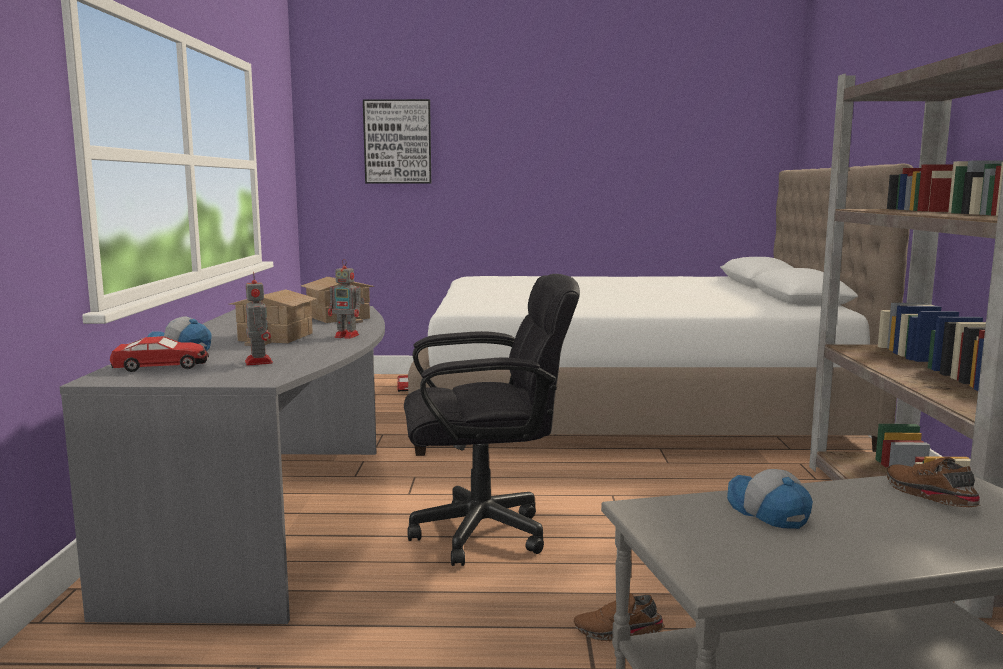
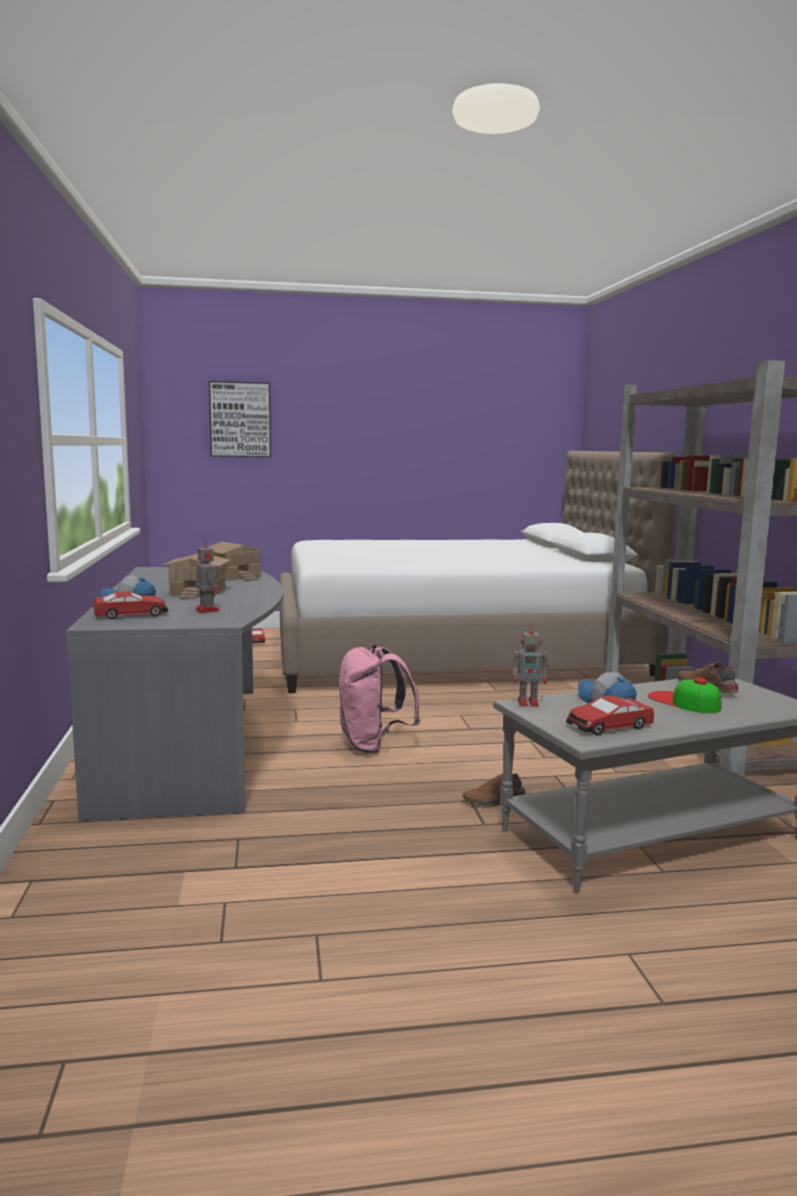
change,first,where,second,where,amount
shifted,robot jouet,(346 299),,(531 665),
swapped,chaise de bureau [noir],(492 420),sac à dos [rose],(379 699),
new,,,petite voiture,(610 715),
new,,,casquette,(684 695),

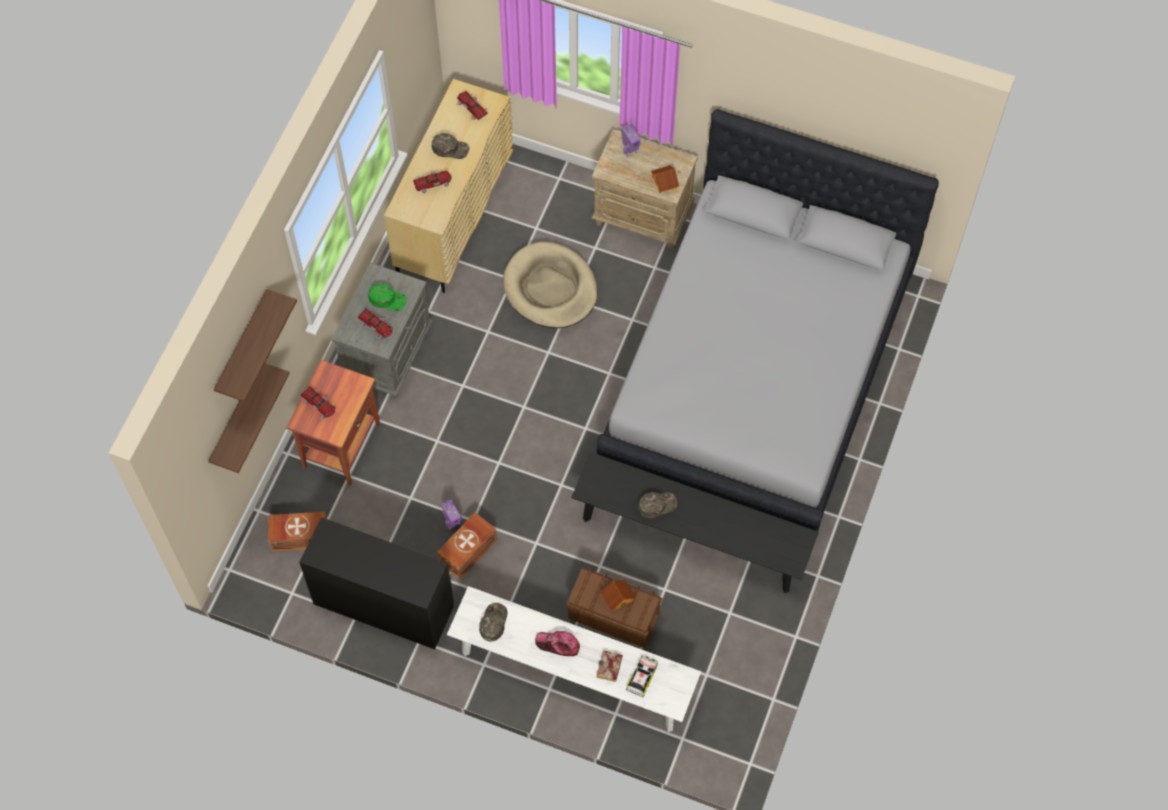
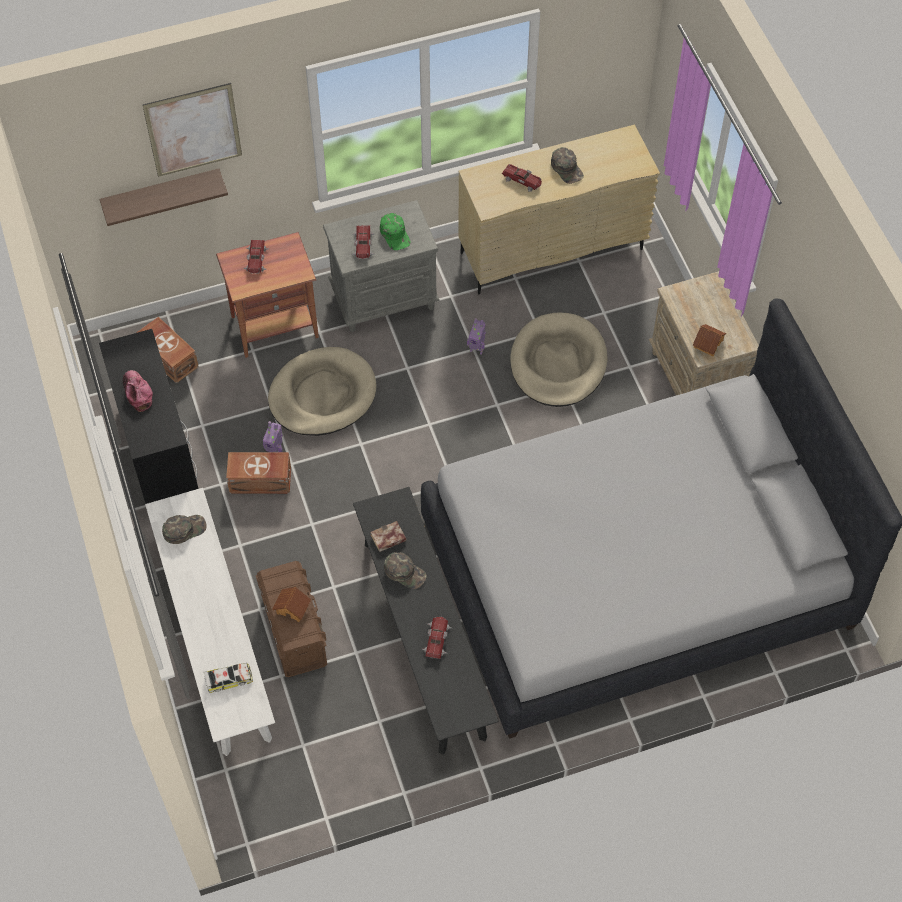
change,first,where,second,where,amount
swapped,étagère,(255 345),tableau,(192 130),
shifted,petite voiture,(472 105),,(437 638),
shifted,casquette,(557 643),,(138 391),
shifted,livre,(610 666),,(388 536),
shifted,robot jouet,(630 139),,(476 336),
new,,,panier pour chien [beige],(322 391),

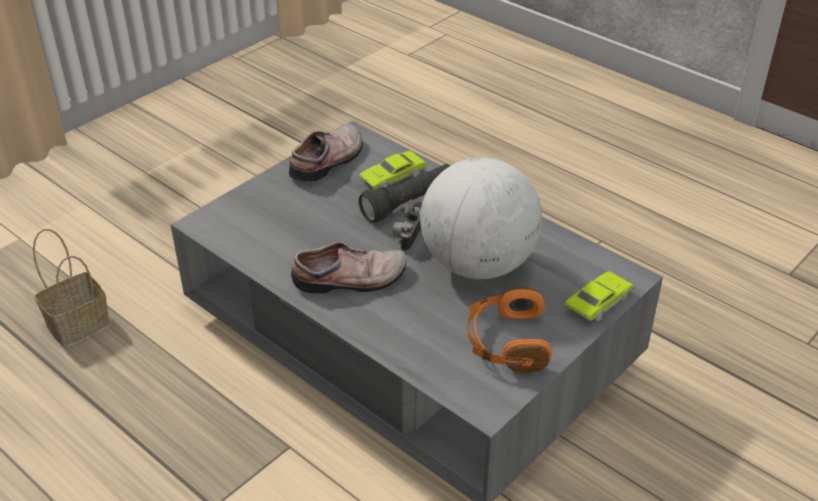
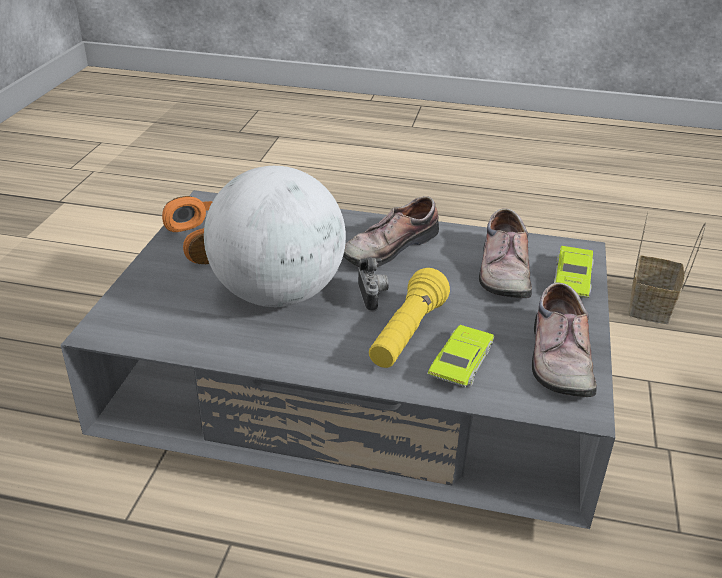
change,first,where,second,where,amount
repainted,lampe de poche [noir],(404 193),lampe de poche [jaune],(409 318),
shifted,petite voiture [vert],(599 296),,(574 272),
new,,,chaussure,(505 253),

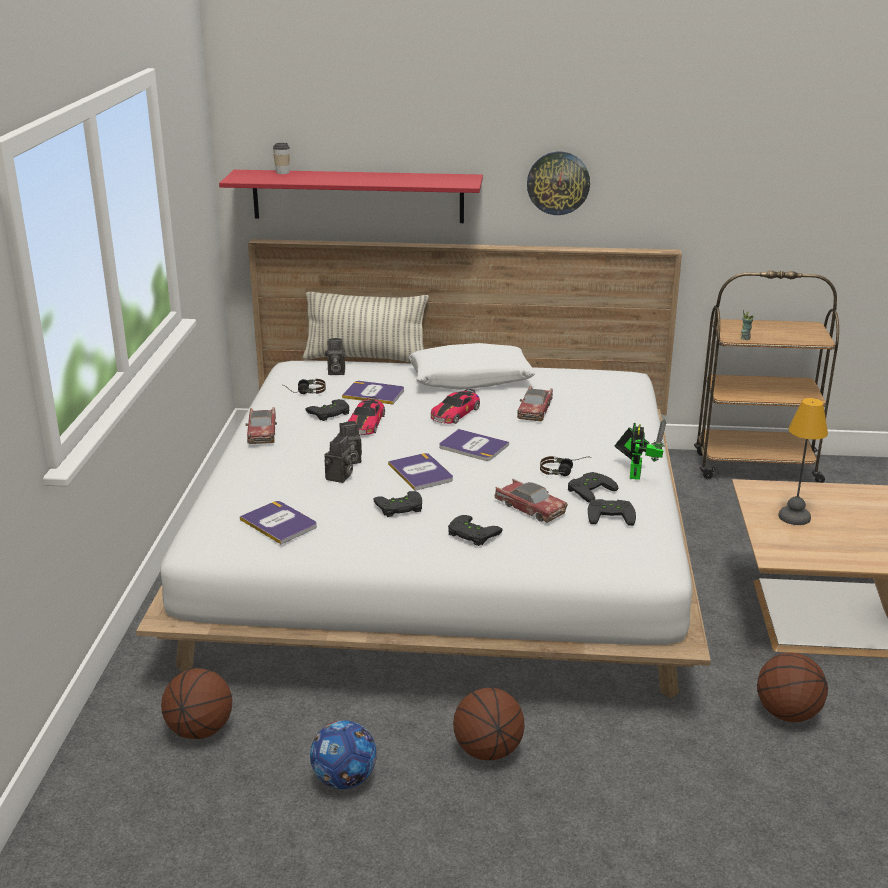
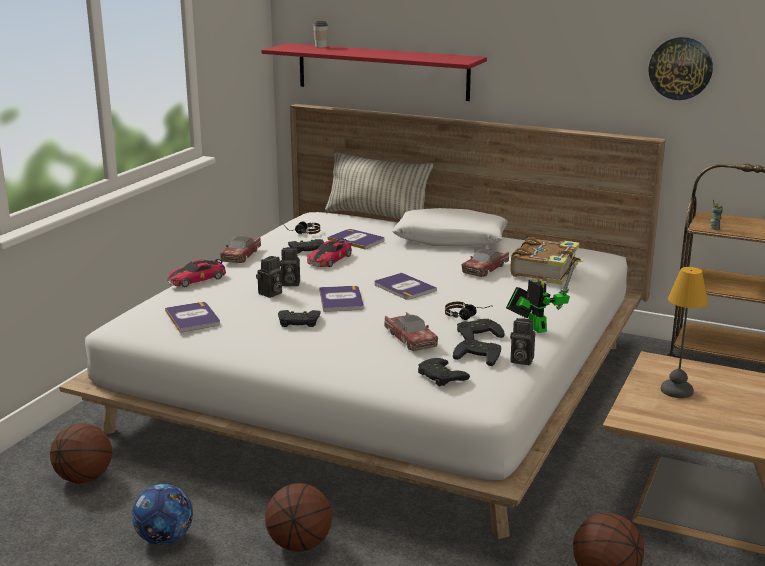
change,first,where,second,where,amount
shifted,appareil photo,(335 356),,(522 341),
shifted,petite voiture,(455 406),,(196 273),
shifted,manette [noir],(475 530),,(444 372),
shifted,horloge murale,(558 183),,(681 68),
rotated,robot jouet,(640 449),,(540 299),60 degrees counterclockwise
new,,,livre,(546 261),

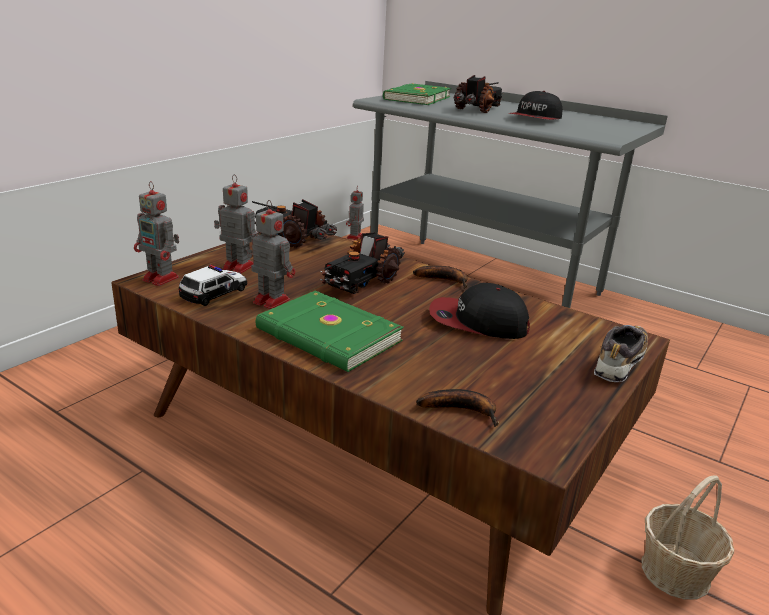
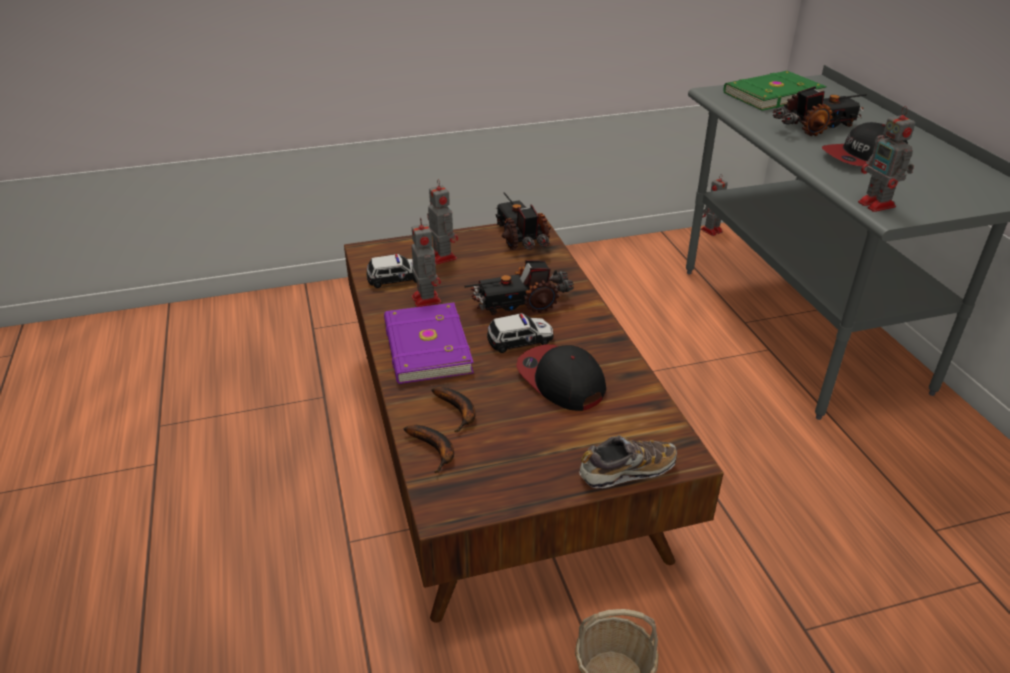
change,first,where,second,where,amount
shifted,robot jouet,(156 233),,(886 159),
repainted,livre [vert],(330 331),livre [violet],(429 343),
shifted,banane,(440 277),,(454 409),
new,,,petite voiture,(520 333),

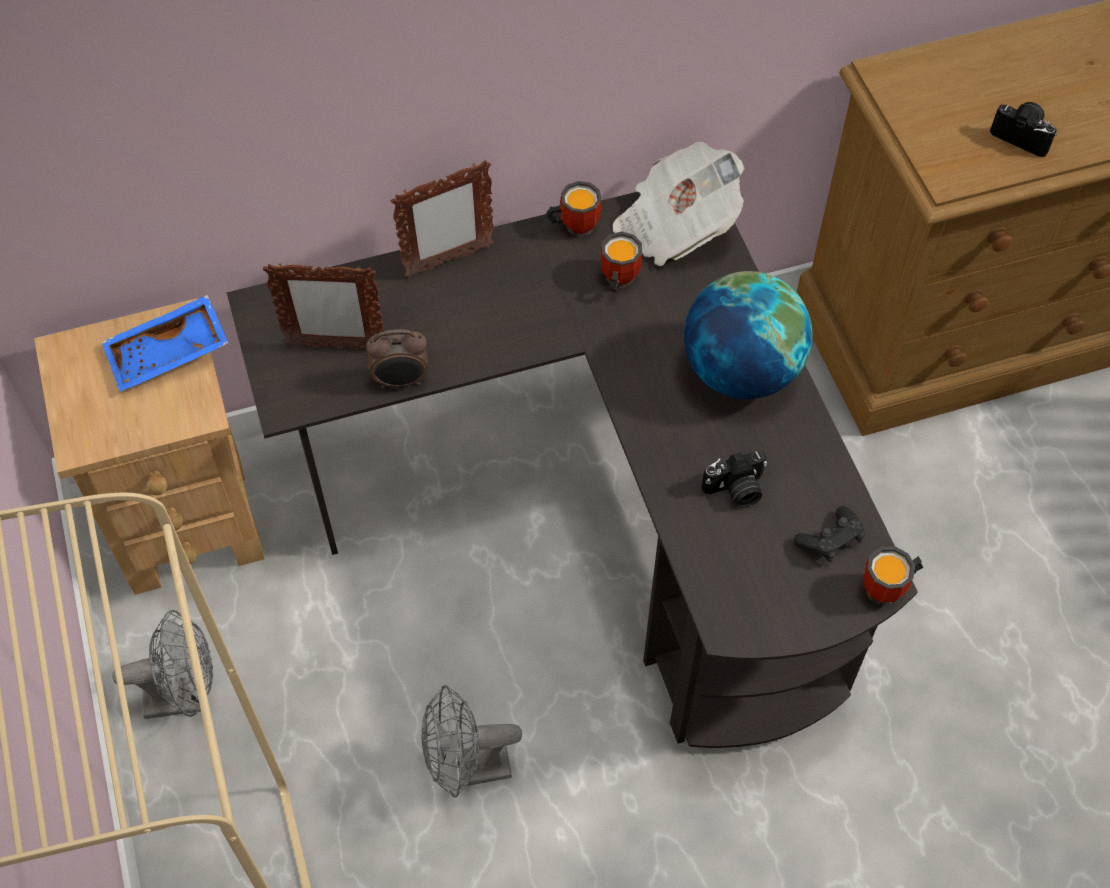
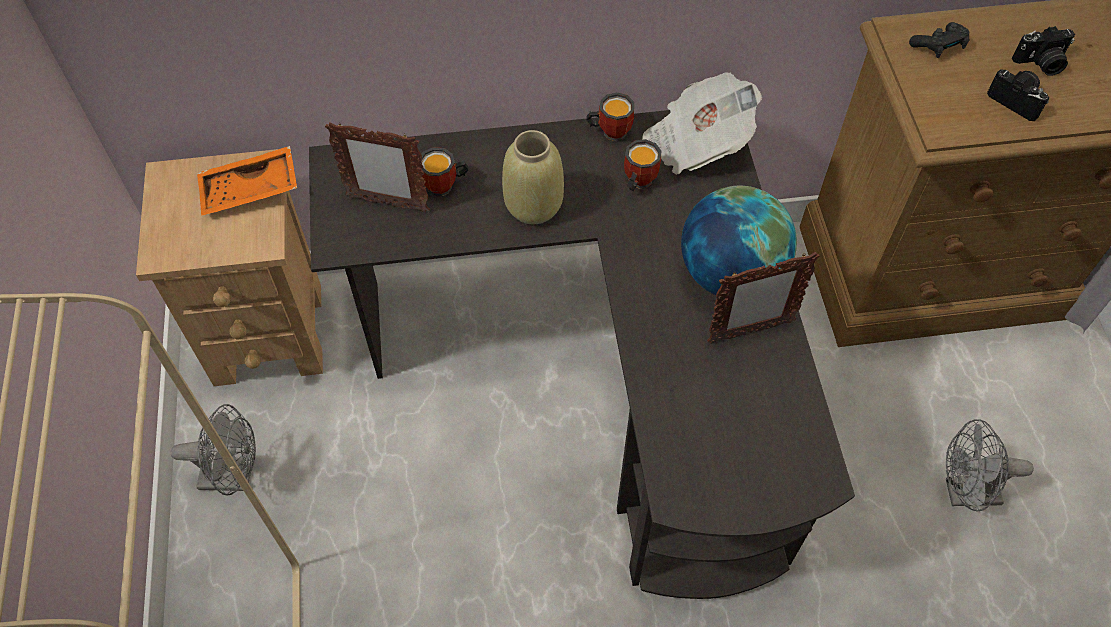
change,first,where,second,where,amount
repainted,plateau [bleu],(165 343),plateau [orange],(247 181),
gone,réveil,(397 359),,,
shifted,cadre photo,(442 219),,(763 298),
shifted,ventilateur [gris],(472 741),,(990 465),
shifted,appareil photo,(734 479),,(1043 51),
shifted,manette [noir],(829 534),,(939 40),
shifted,mug,(893 575),,(445 171),
new,,,vase [beige],(533 177),

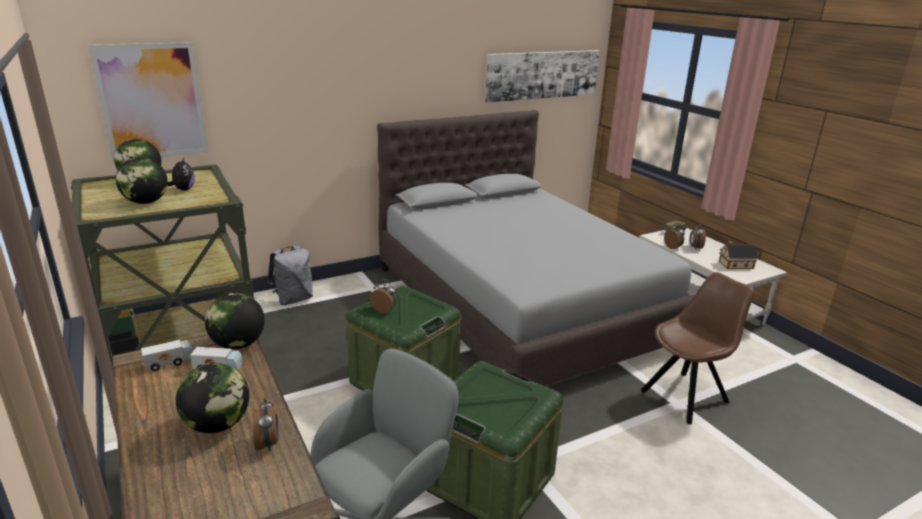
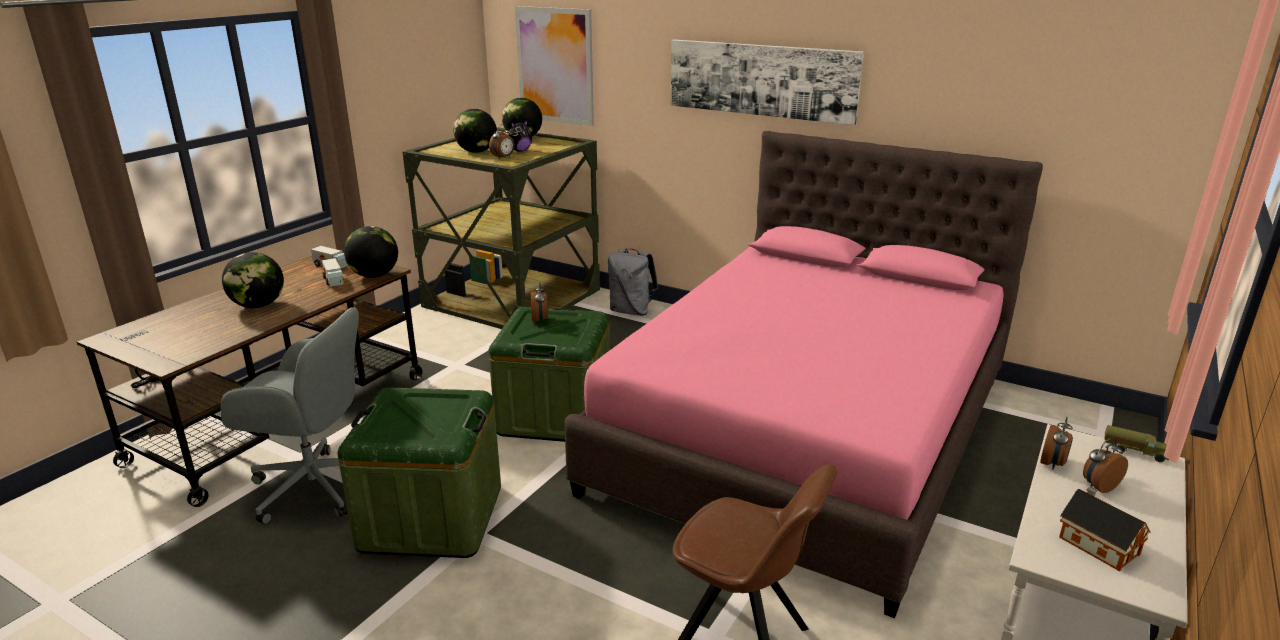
change,first,where,second,where,amount
shifted,réveil,(265 424),,(502 141),
repainted,lit [gris],(536 248),lit [rose],(804 374),
shifted,tableau,(542 76),,(767 82),

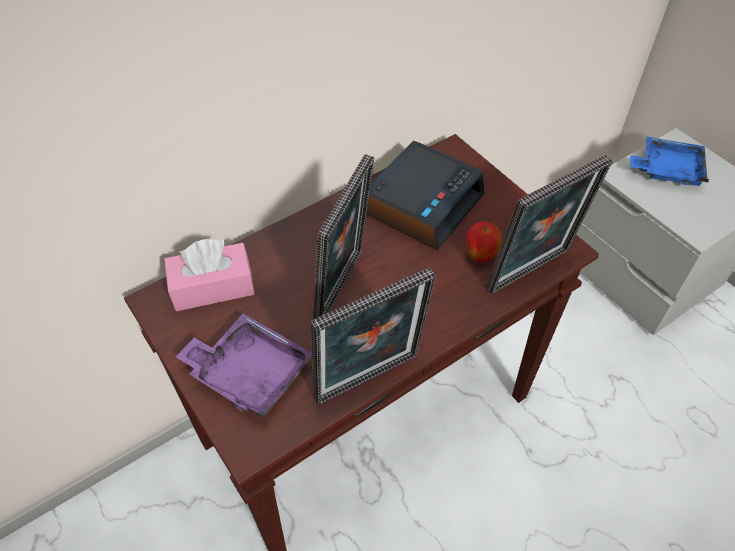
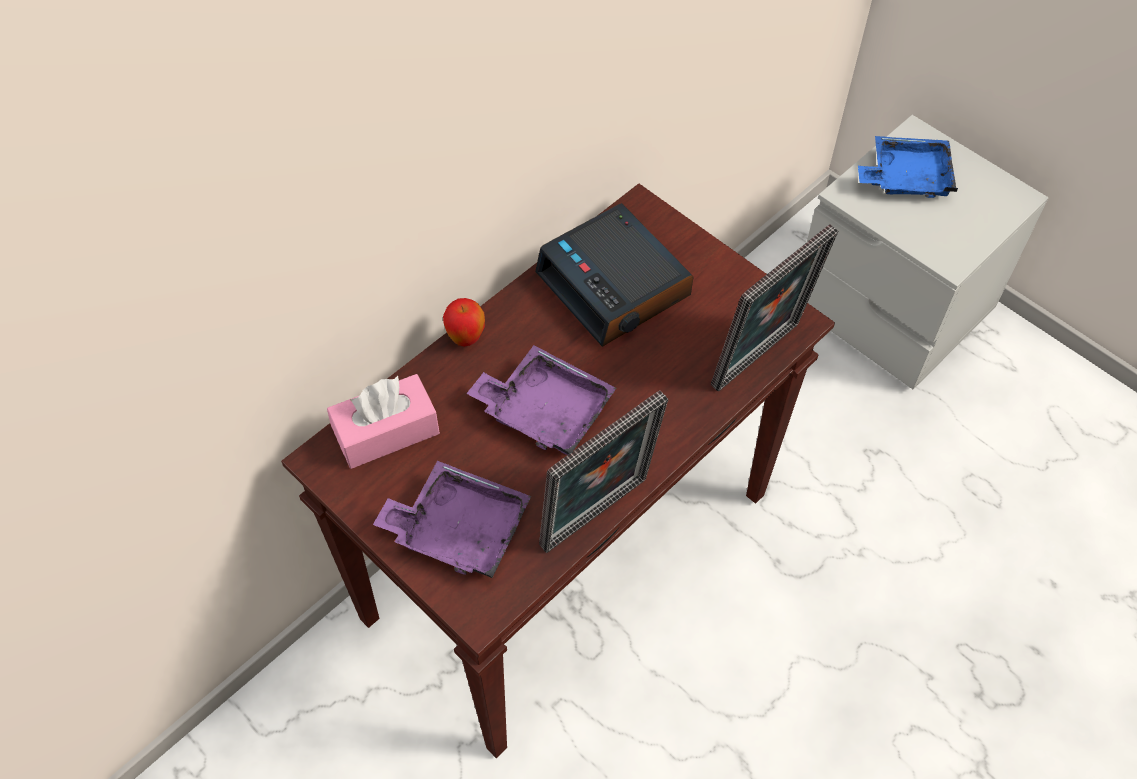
change,first,where,second,where,amount
swapped,cadre photo,(343 237),plateau [violet],(541 400),
rotated,réveil,(425 195),,(614 275),120 degrees clockwise
shifted,pomme,(484 242),,(464 322),

